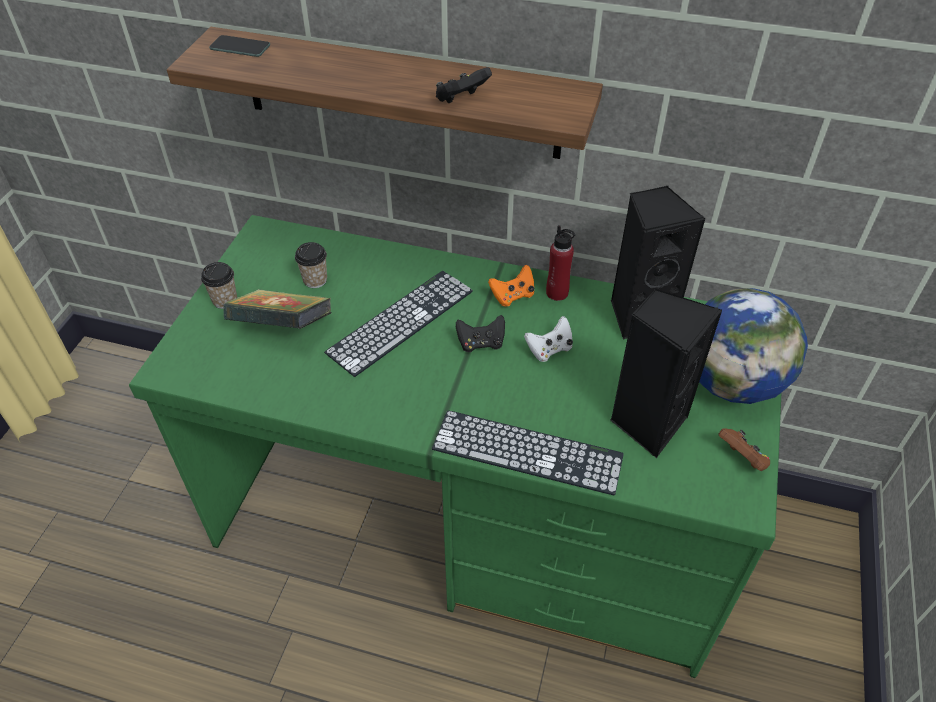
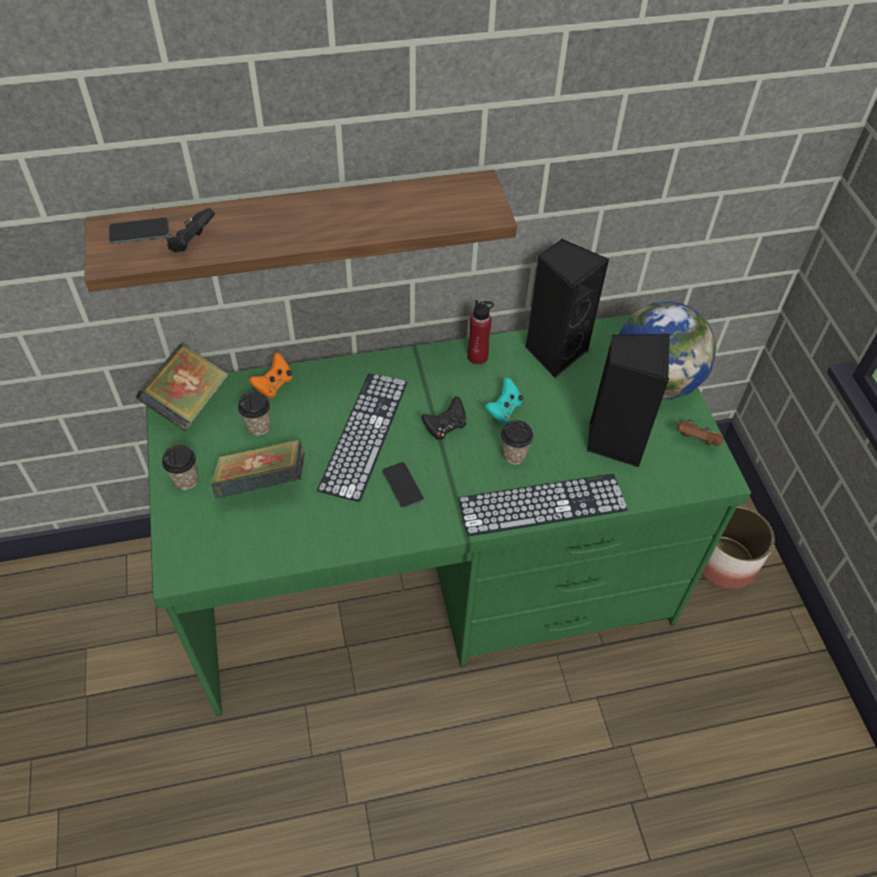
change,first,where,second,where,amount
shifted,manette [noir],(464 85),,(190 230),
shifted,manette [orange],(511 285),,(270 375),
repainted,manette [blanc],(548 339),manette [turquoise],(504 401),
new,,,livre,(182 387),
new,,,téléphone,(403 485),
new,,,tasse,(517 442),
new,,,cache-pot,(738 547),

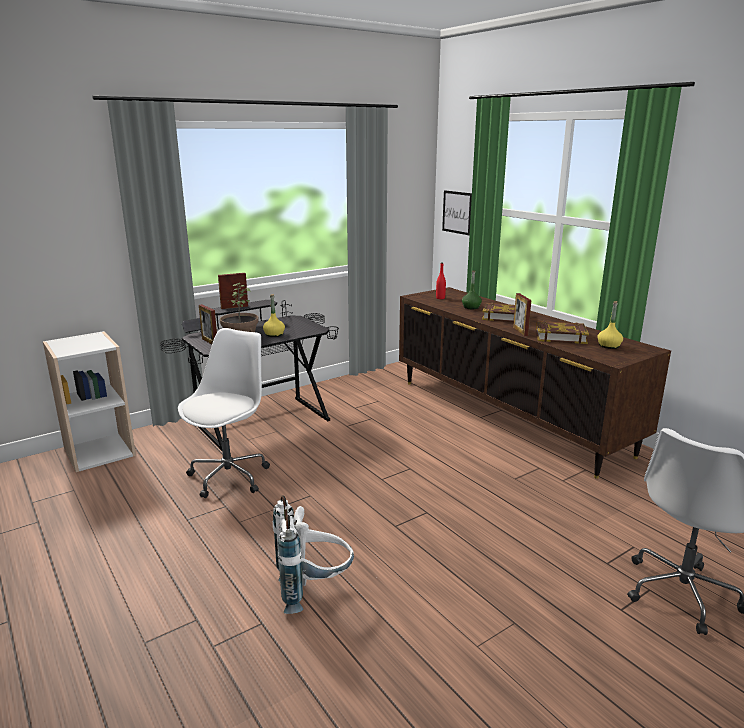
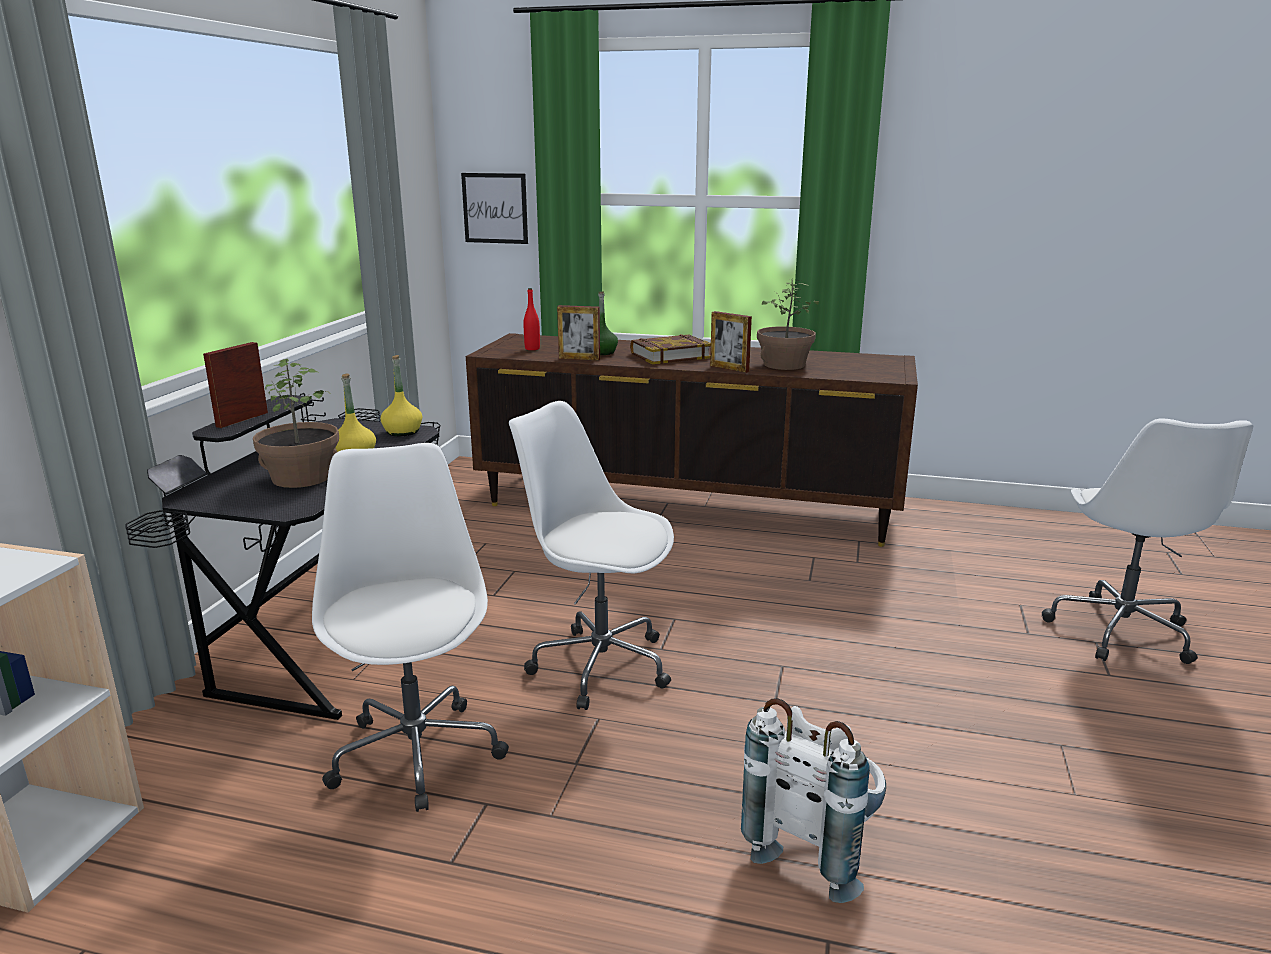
change,first,where,second,where,amount
shifted,cadre photo,(208 324),,(578 333),
swapped,livre,(562 332),plante en pot,(788 324),
shifted,bouteille [jaune],(610 325),,(401 395),
new,,,chaise de bureau [blanc],(591 555),

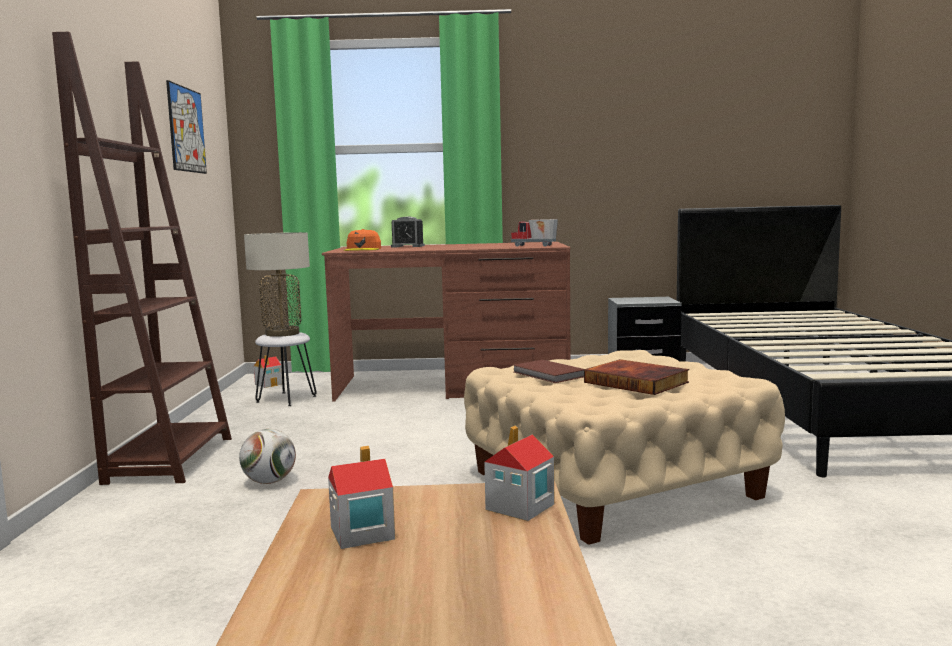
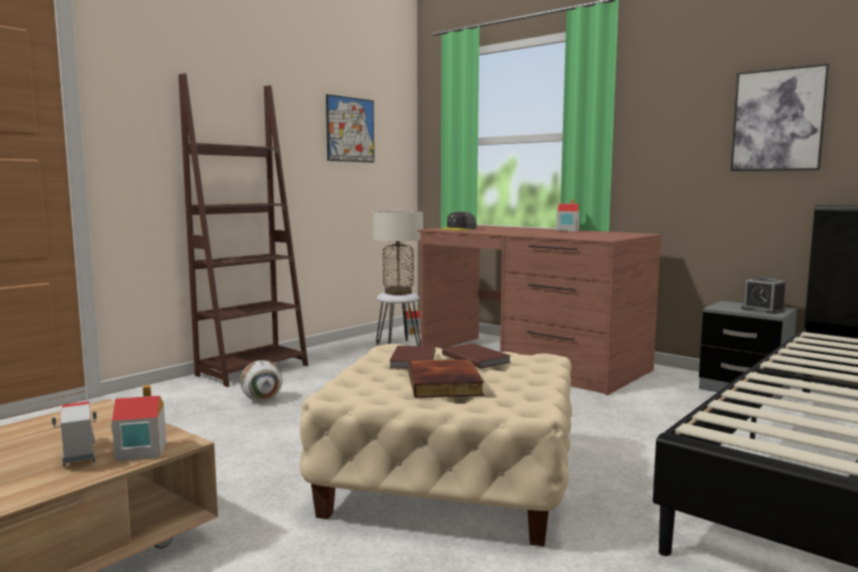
change,first,where,second,where,amount
shifted,maison miniature,(361 497),,(568 215),
repainted,casquette [orange],(362 240),casquette [gris],(458 220),
shifted,réveil,(408 231),,(763 295),
shifted,camion jouet,(534 233),,(74 434),
new,,,livre [marron],(476 356),
new,,,tableau,(780 117),

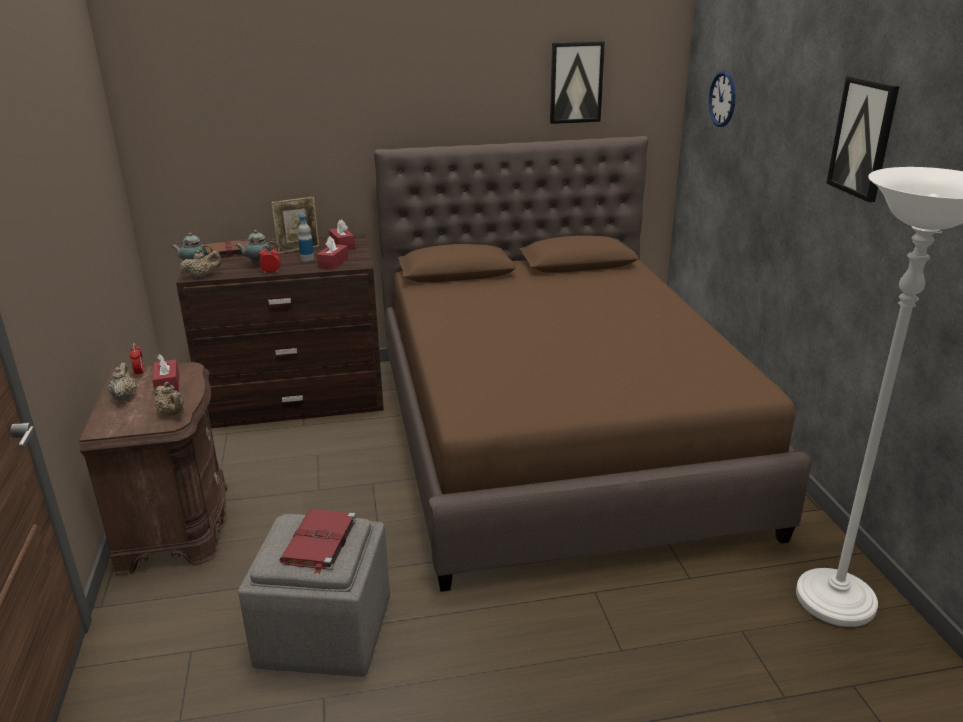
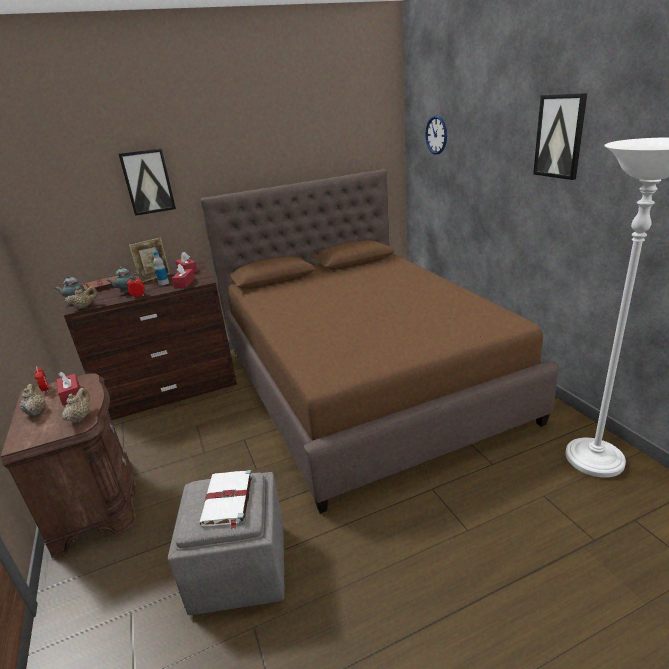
change,first,where,second,where,amount
rotated,théière [beige],(169 399),,(76 405),120 degrees counterclockwise
repainted,livre [rouge],(318 541),livre [blanc],(225 499),
shifted,tableau,(577 82),,(147 182),

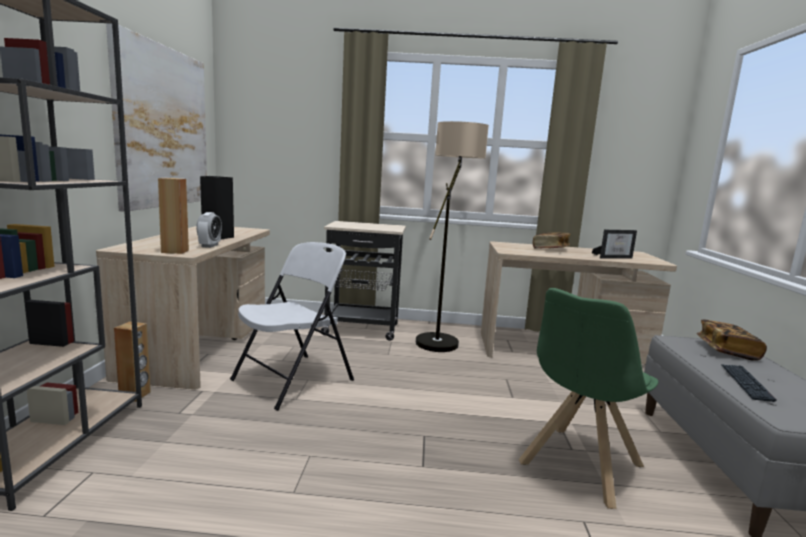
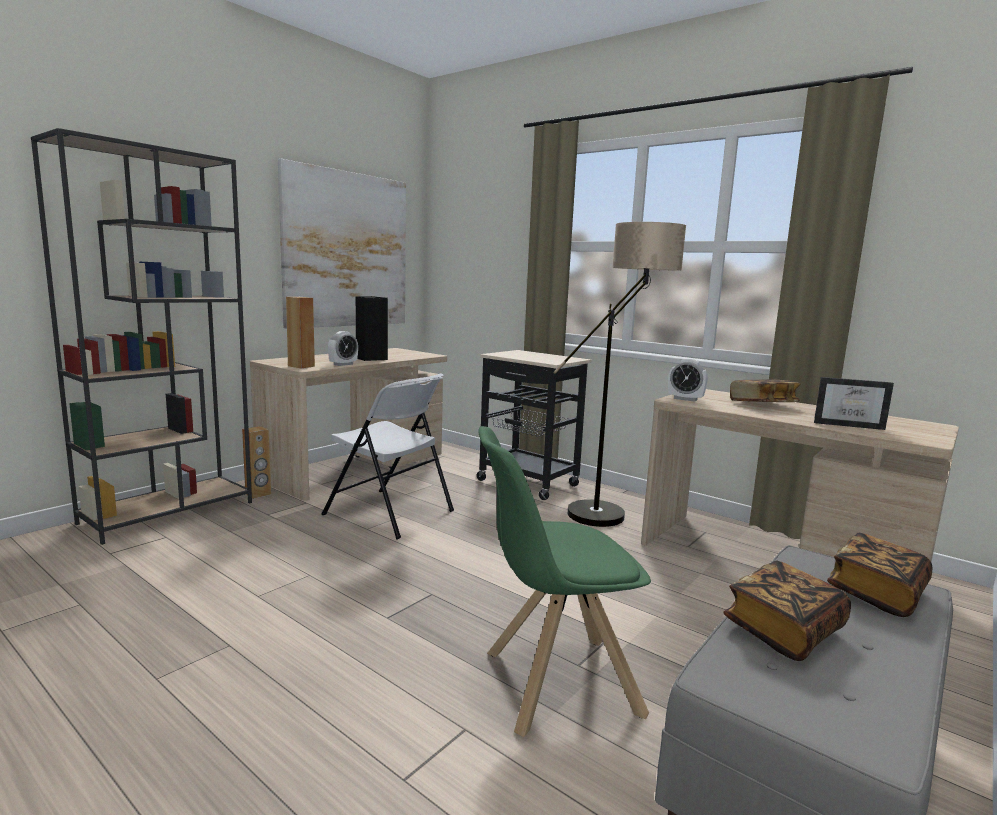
change,first,where,second,where,amount
rotated,chaise [blanc],(292 326),,(387 456),45 degrees clockwise
swapped,clavier,(749 383),livre,(787 611),
new,,,réveil,(688 380),

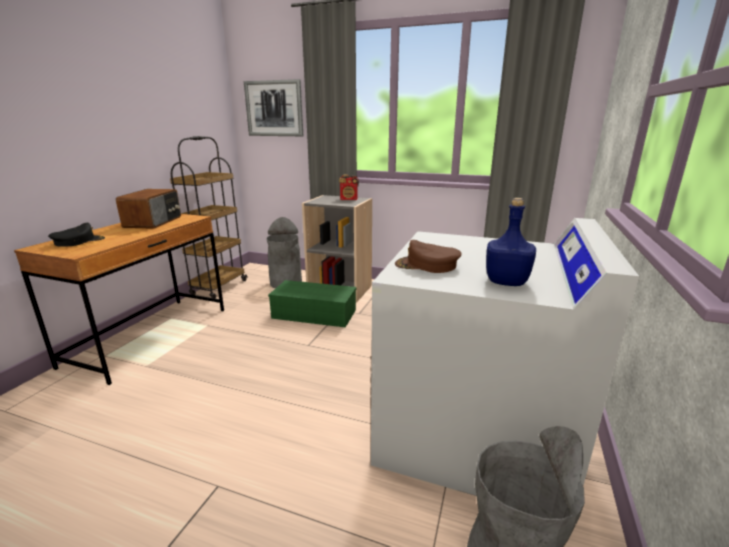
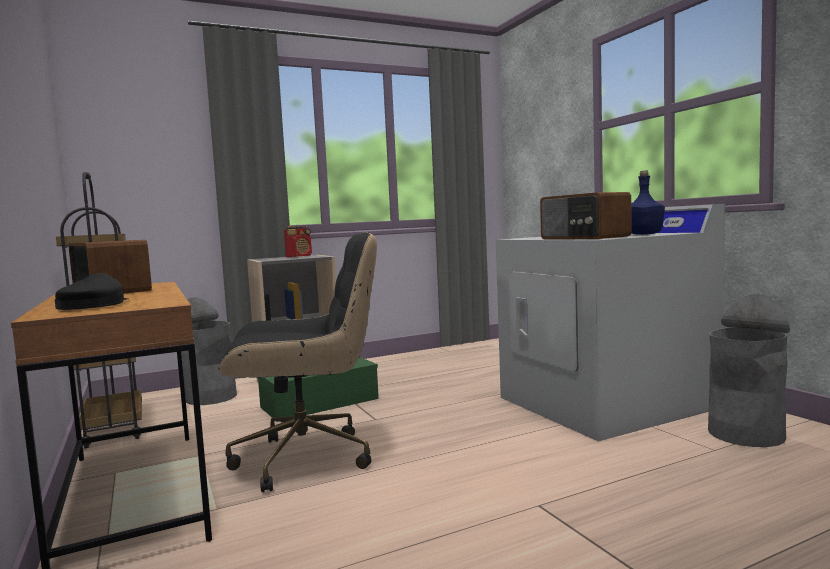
change,first,where,second,where,amount
gone,tableau,(273 107),,,
swapped,casquette [marron],(428 256),radio,(586 215),
new,,,chaise de bureau [noir],(297 362),

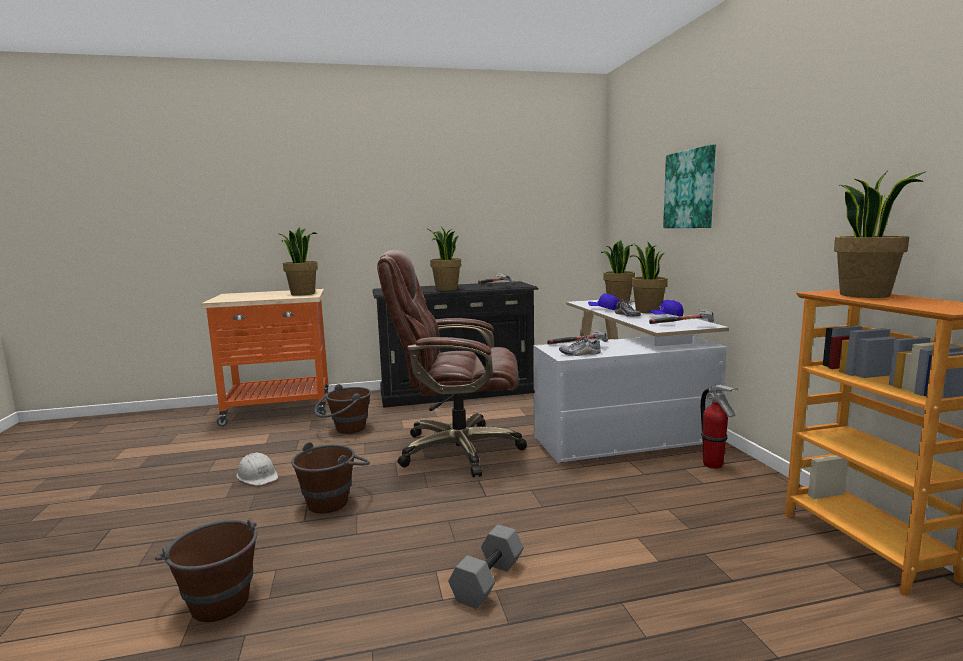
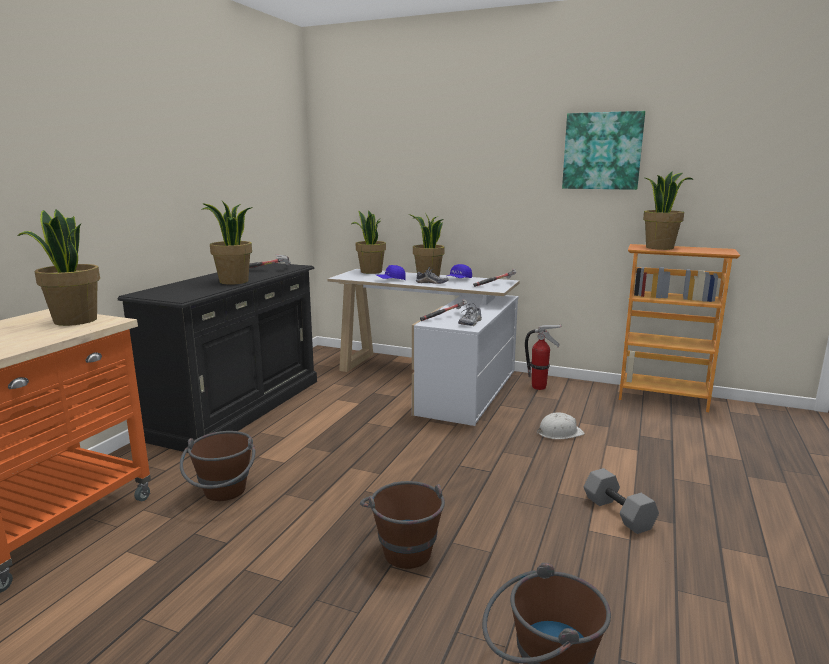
change,first,where,second,where,amount
shifted,casque de chantier [blanc],(257 469),,(561 426),
gone,chaise de bureau [marron],(452 363),,,
shifted,tableau,(689 186),,(603 150),

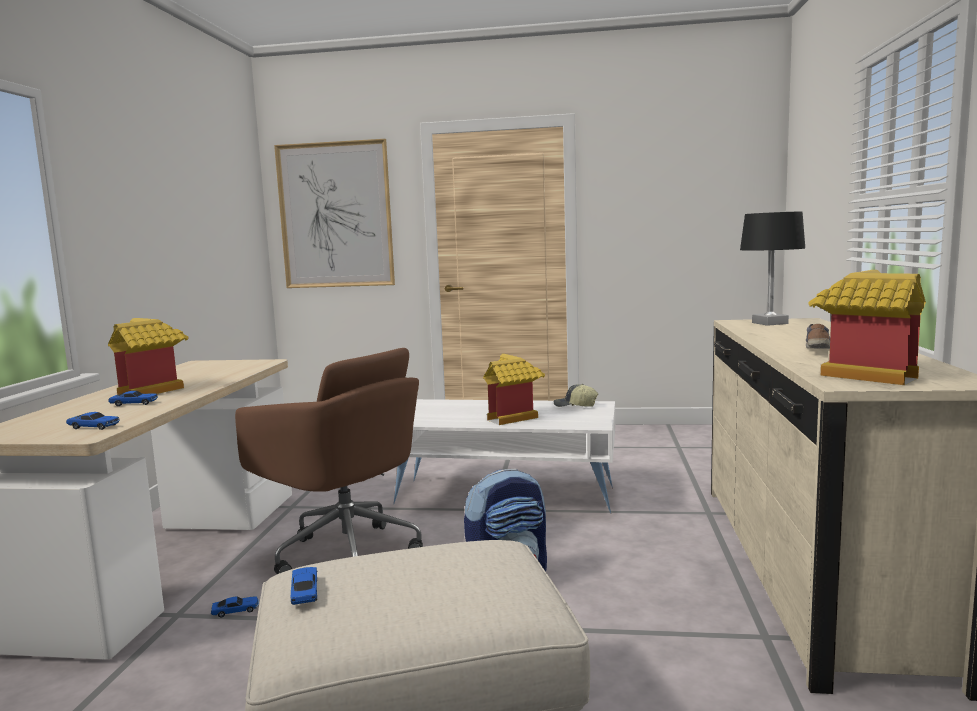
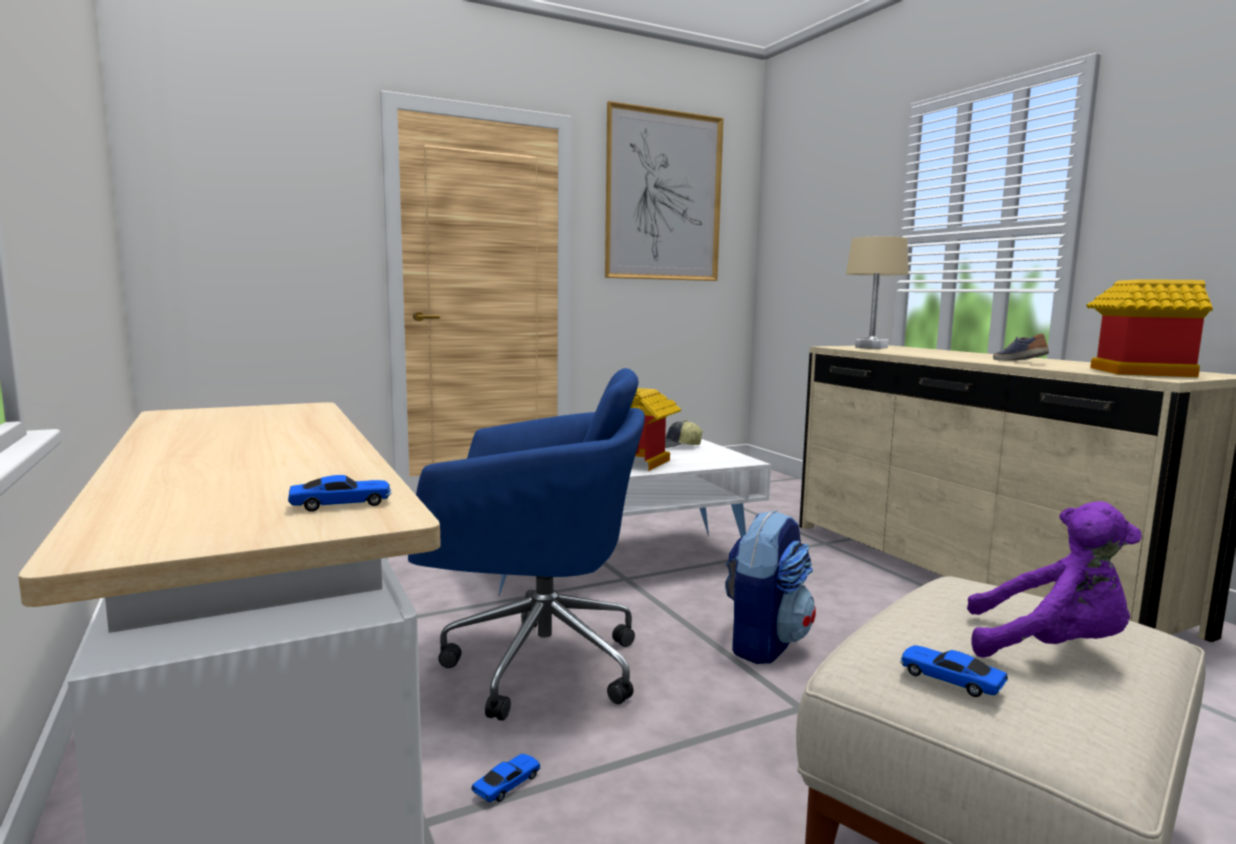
change,first,where,second,where,amount
gone,maison miniature,(148 356),,,
gone,petite voiture,(133 398),,,
repainted,chaise de bureau [marron],(329 461),chaise de bureau [bleu],(526 544),
shifted,tableau,(334 213),,(664 191),
repainted,lampe de table [noir],(772 268),lampe de table [beige],(877 292),
new,,,peluche [violet],(1054 579),

